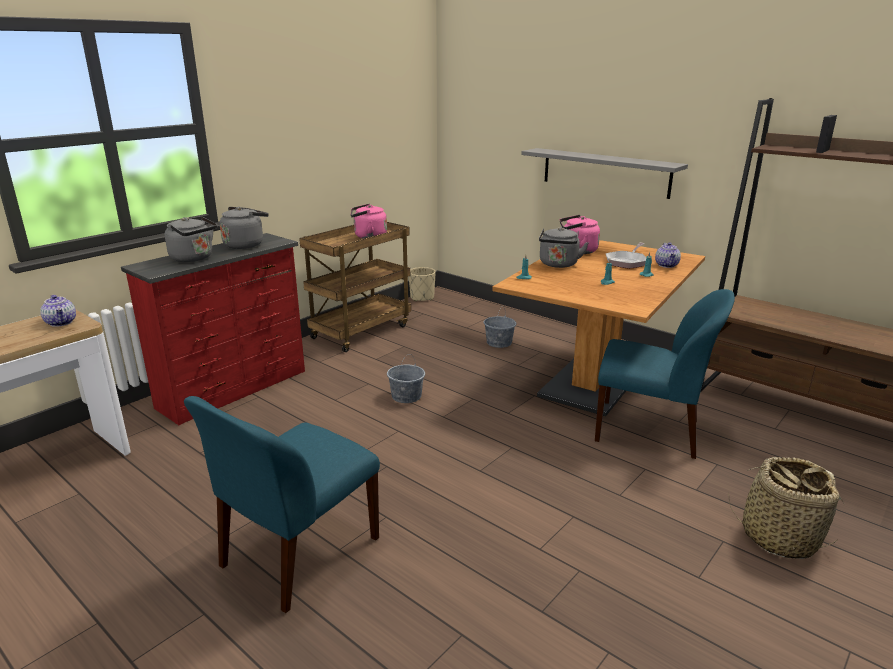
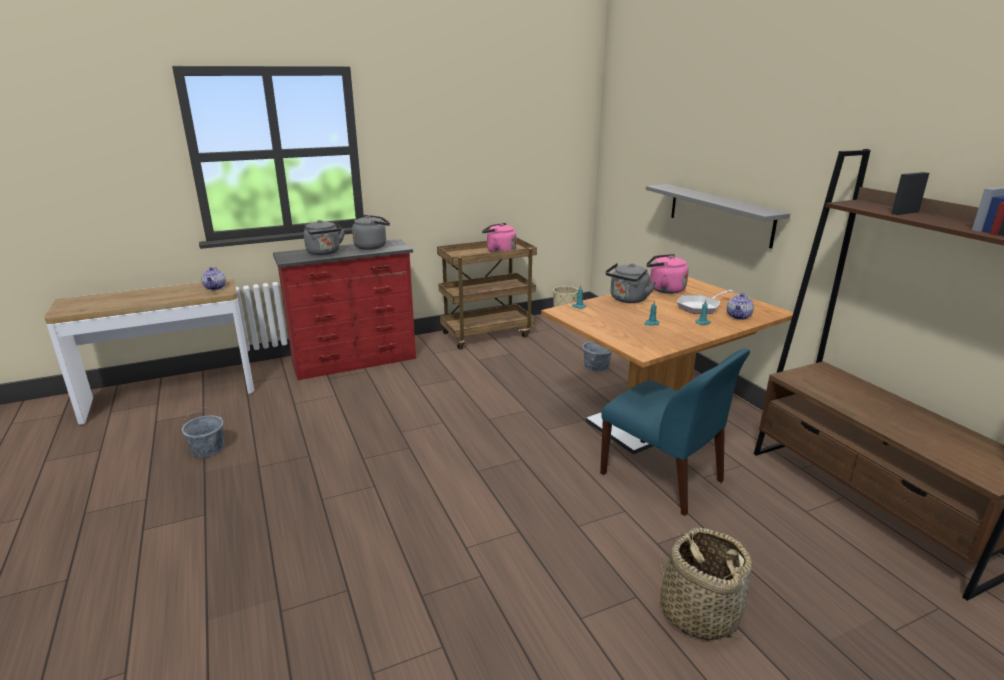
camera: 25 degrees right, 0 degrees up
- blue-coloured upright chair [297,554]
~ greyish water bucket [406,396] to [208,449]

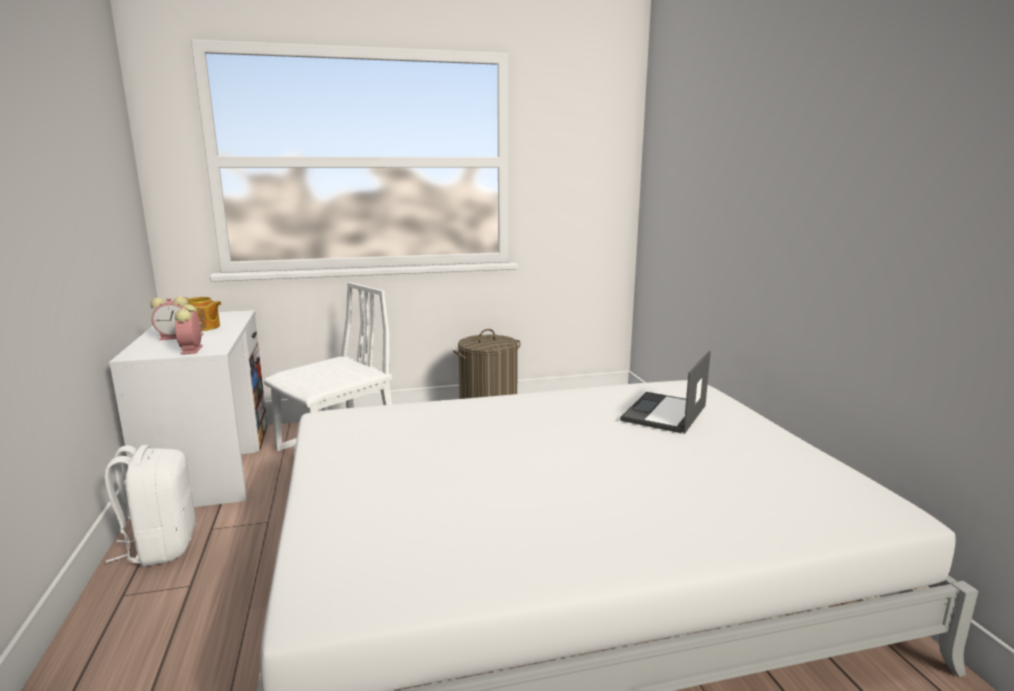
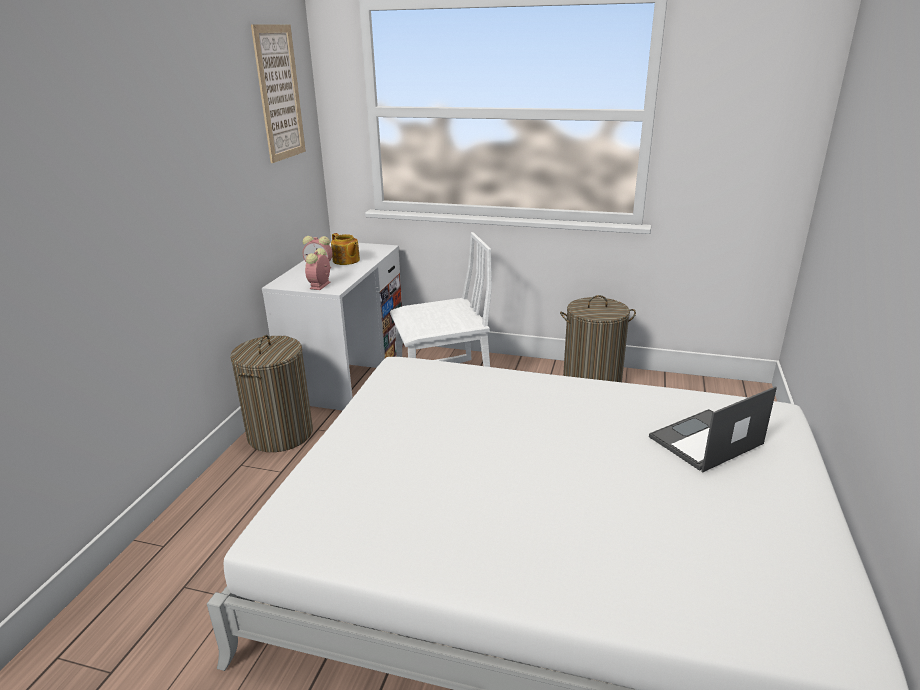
camera: 30 degrees right, 10 degrees up
+ wall art [279,93]
~ whitish rucksack [161,546] to washing basket [280,434]

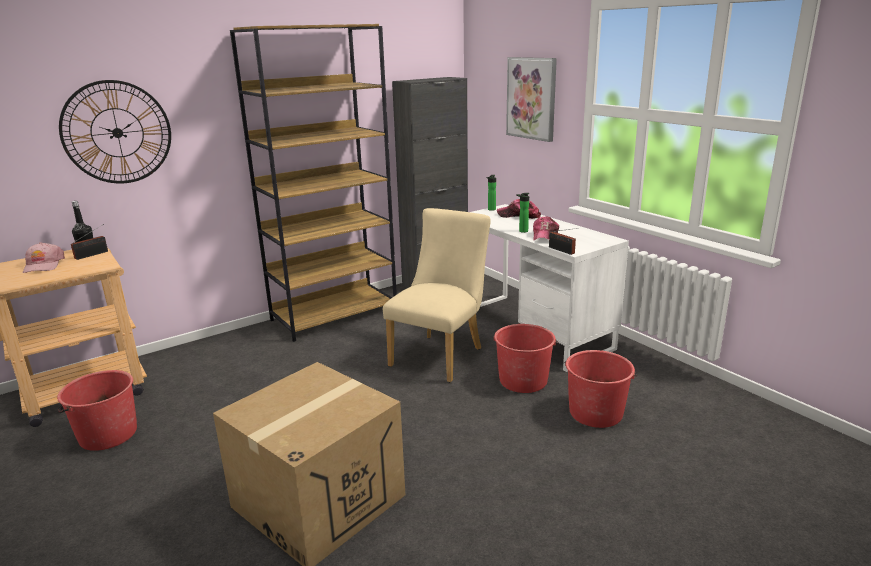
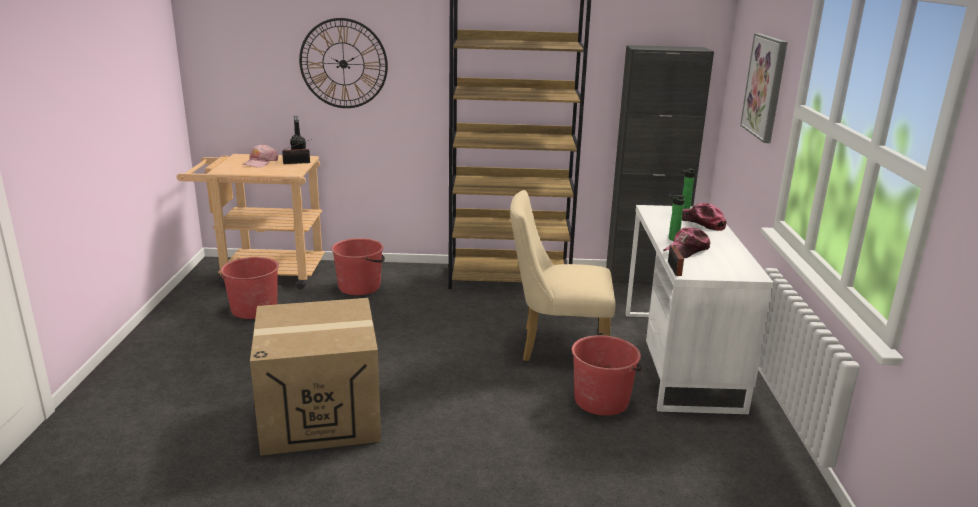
camera: 35 degrees right, 0 degrees up
~ reddish water bucket [595,412] to [360,286]
~ sand-coloured upright chair [441,354] = [556,346] 150 degrees counterclockwise

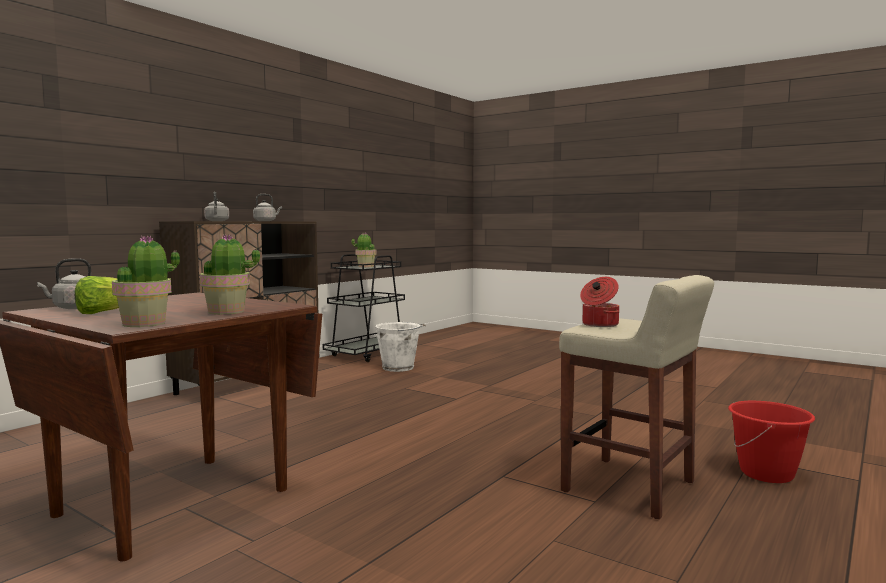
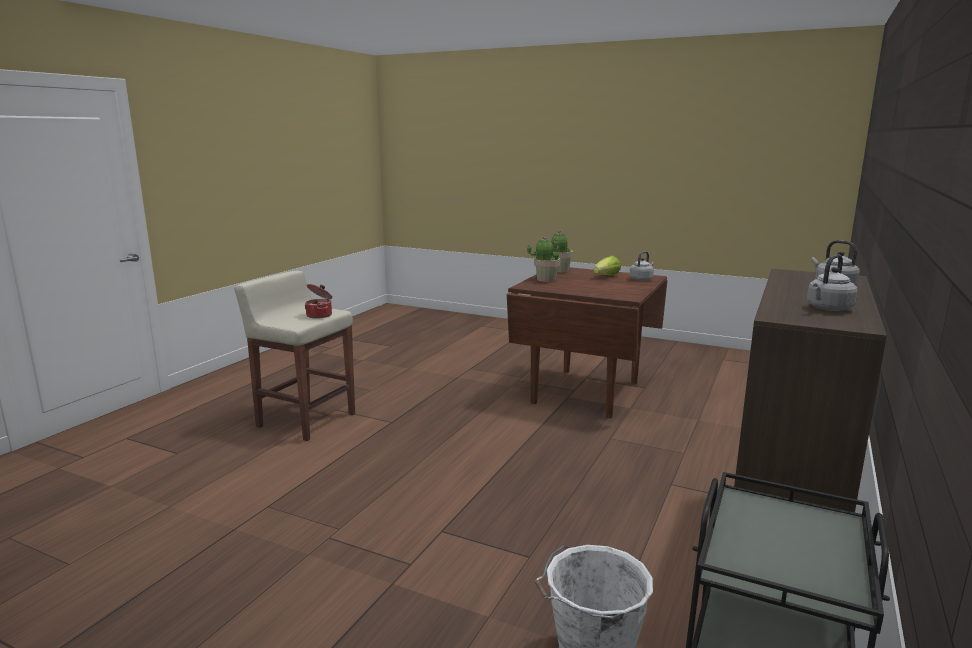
camera: 170 degrees right, 10 degrees up
- houseplant [365,266]
- reddish water bucket [767,474]

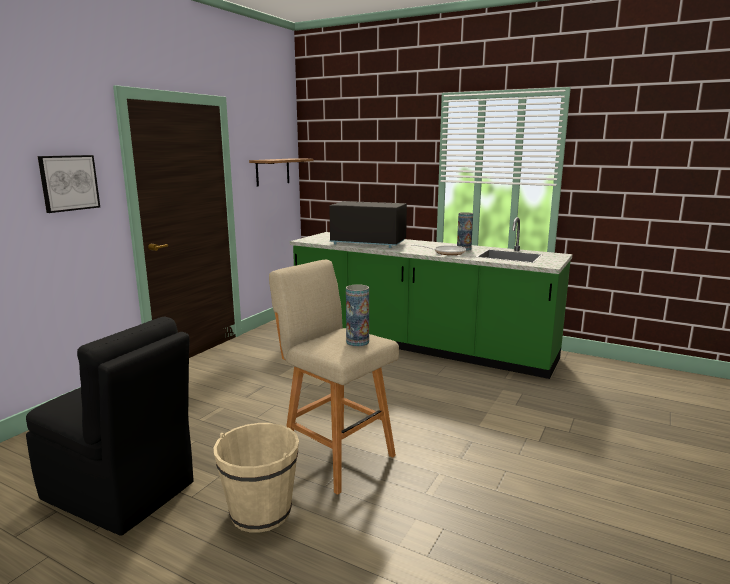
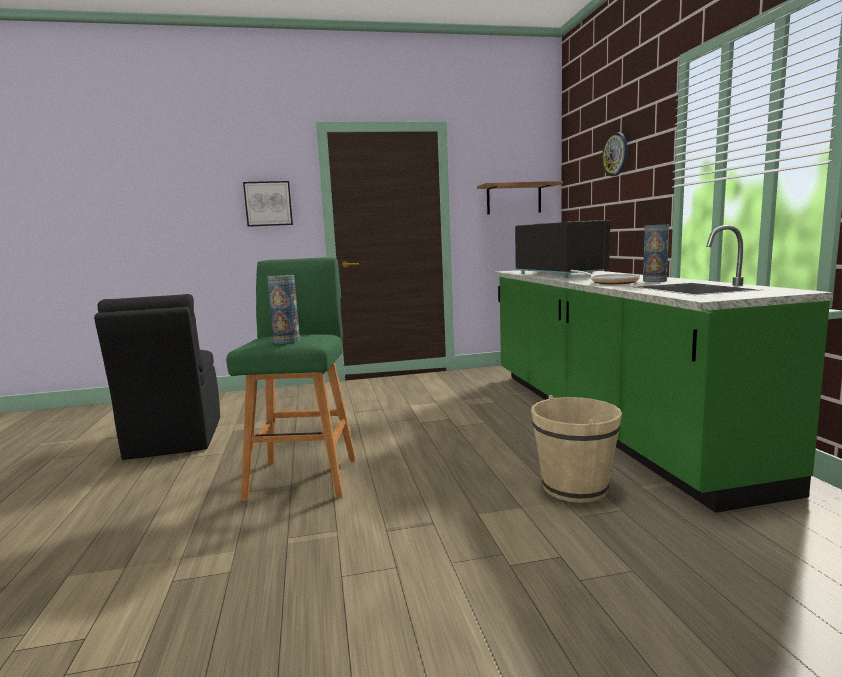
camera: 50 degrees right, 5 degrees down
+ wall clock [615,154]
~ sand-coloured water bucket [261,512] to [574,487]
~ sand-coloured stool [336,457] to greenish stool [304,476]

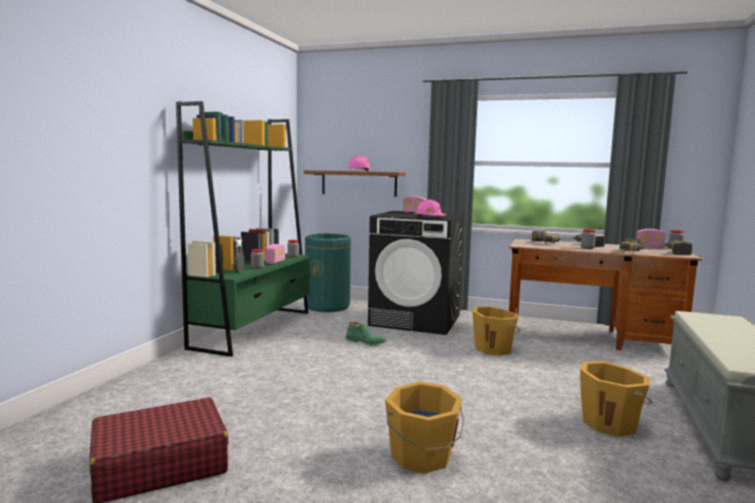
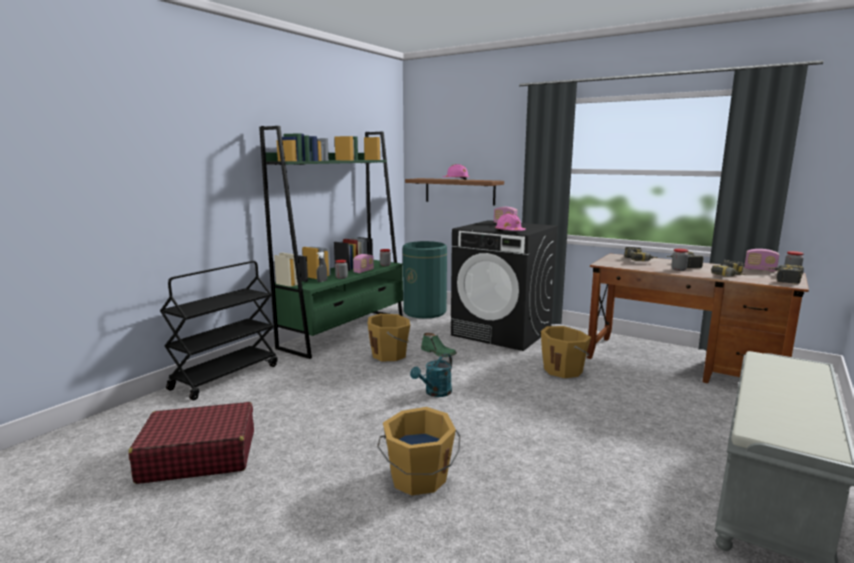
camera: 15 degrees right, 5 degrees up
+ black-coloured wheeled cart [225,376]
+ turquoise watering pot [435,393]
~ orangey water bucket [610,423] to [390,355]

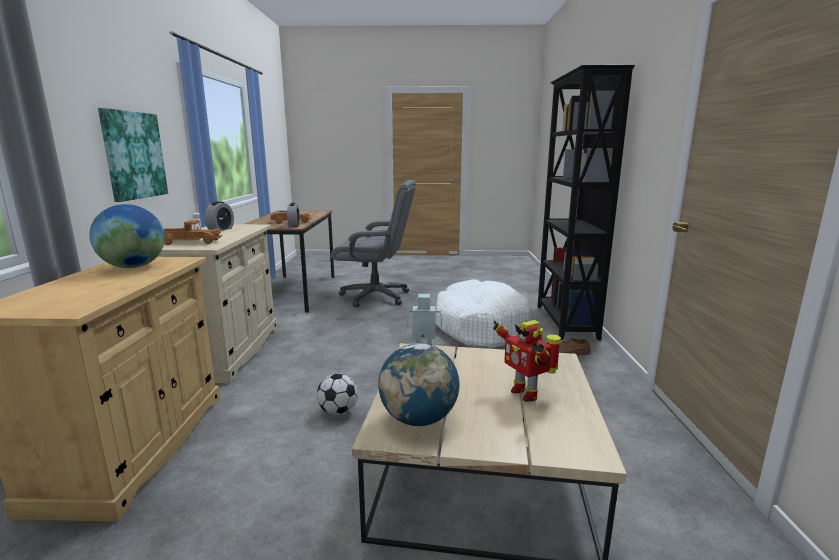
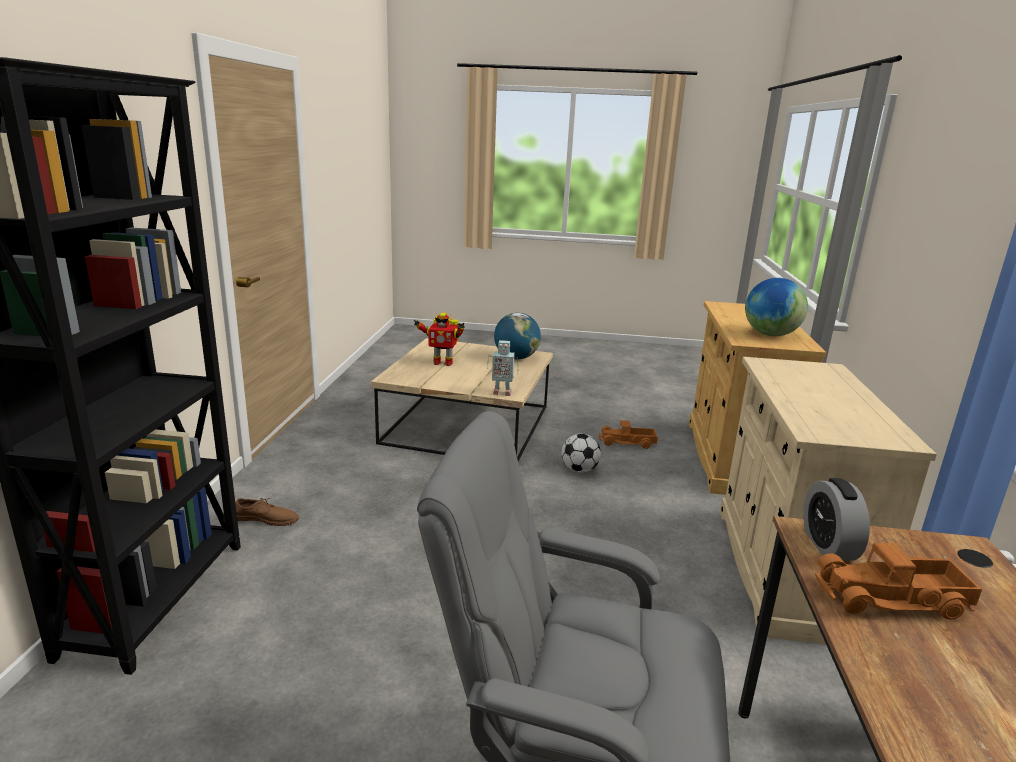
camera: 175 degrees left, 5 degrees up
- wall art [133,155]
- alarm clock [221,229]
- whitish dog cushion [480,326]
~ toy truck [190,242] to [627,443]
~ model robot [525,393] = [442,363] 120 degrees clockwise

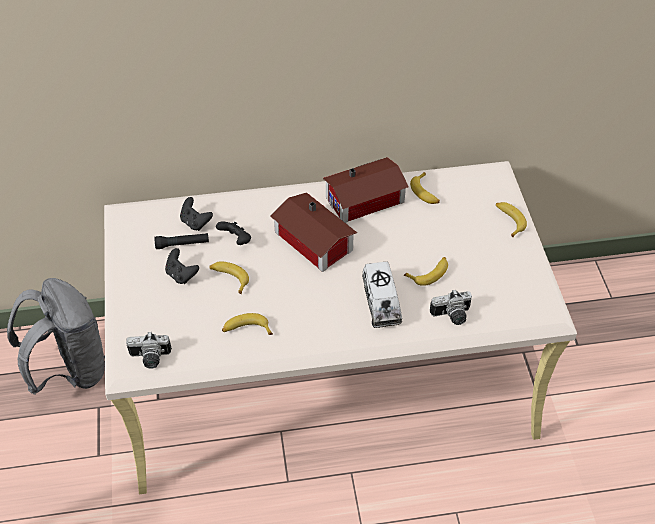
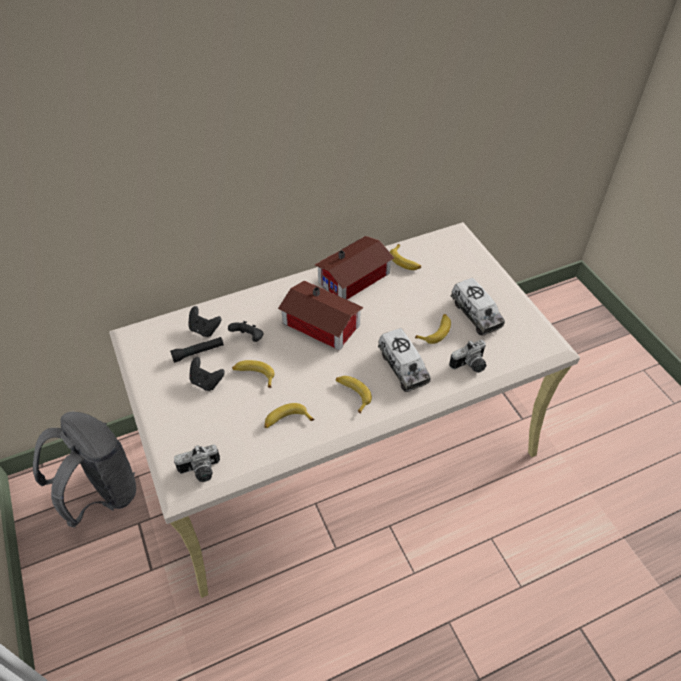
camera: 15 degrees left, 0 degrees up
+ toy truck [475,314]
~ whole banana [508,220] to [352,394]

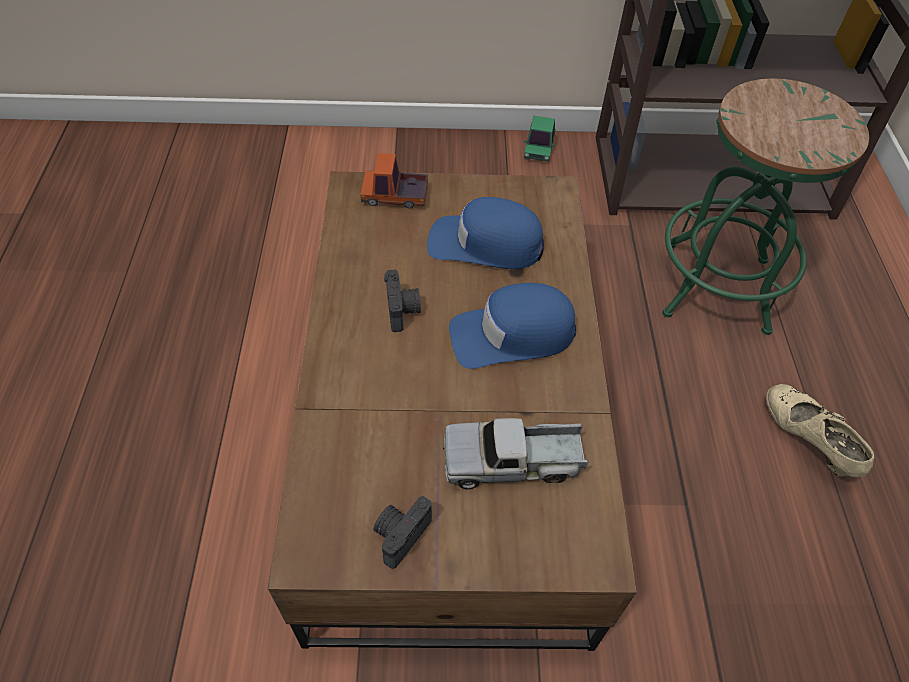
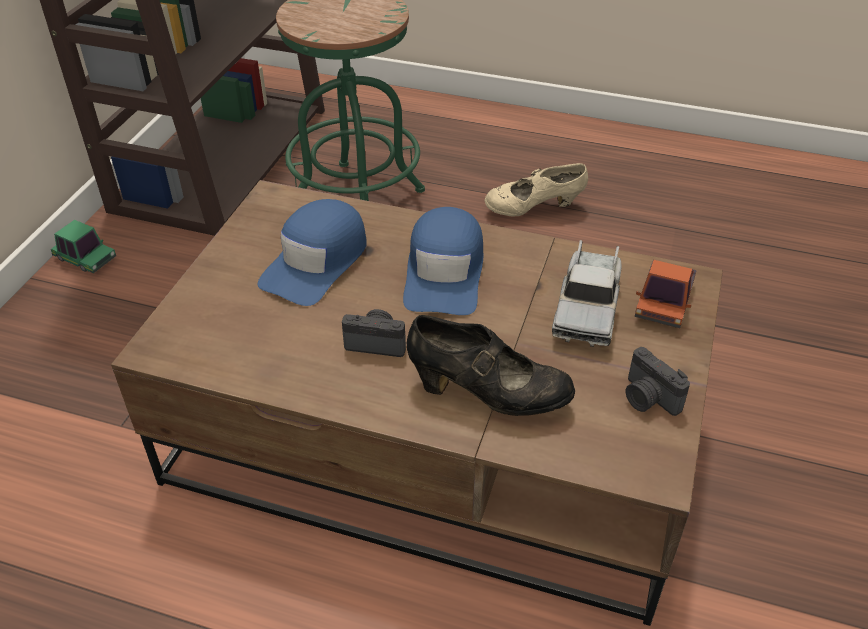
camera: 70 degrees left, 10 degrees down
+ black-coloured low shoe [488,395]
~ toy truck [395,195] to [663,302]

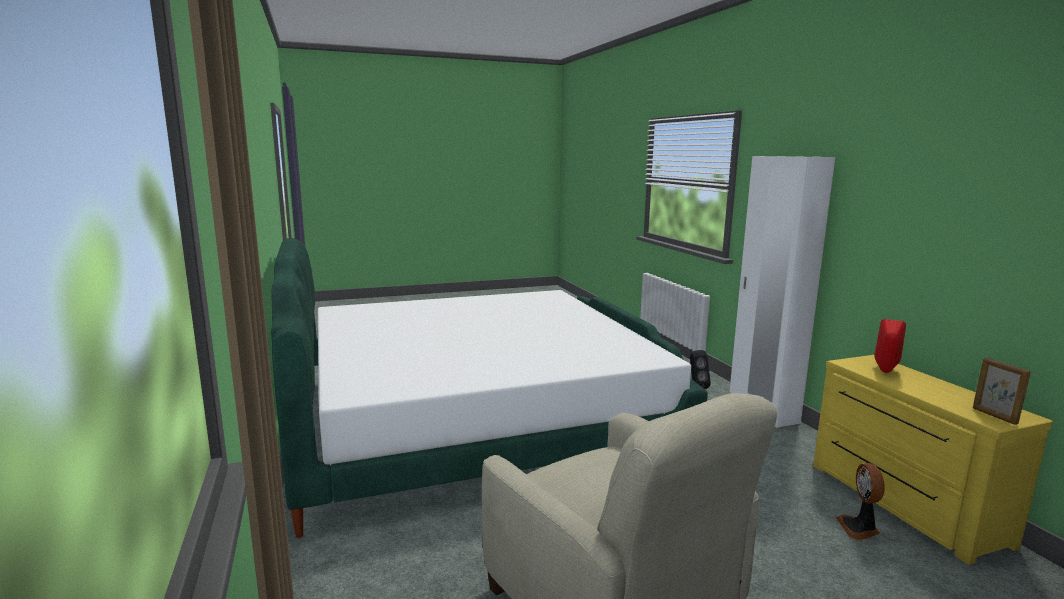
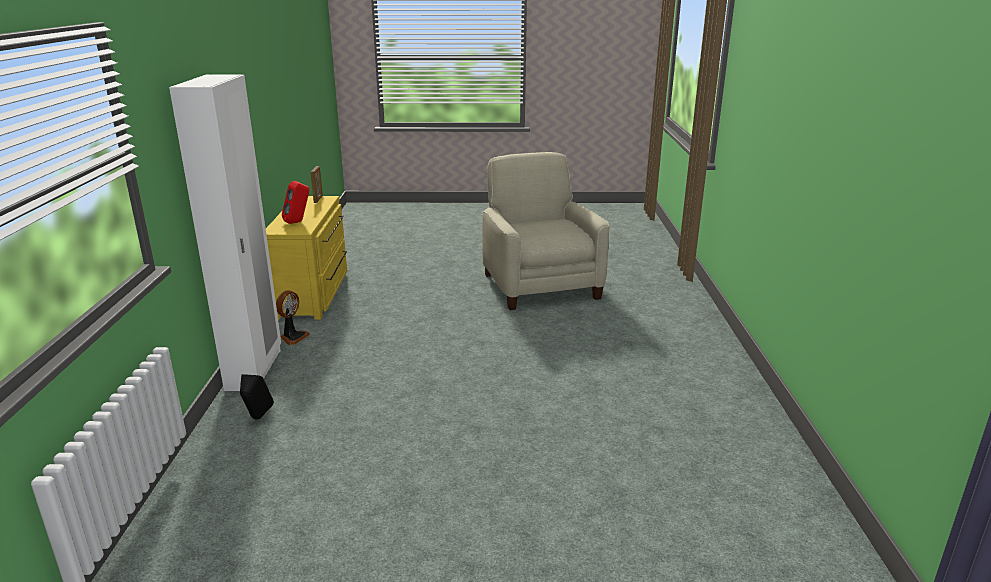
camera: 160 degrees left, 10 degrees up
- bed [474,417]
~ cooling fan [859,528] to [293,337]

